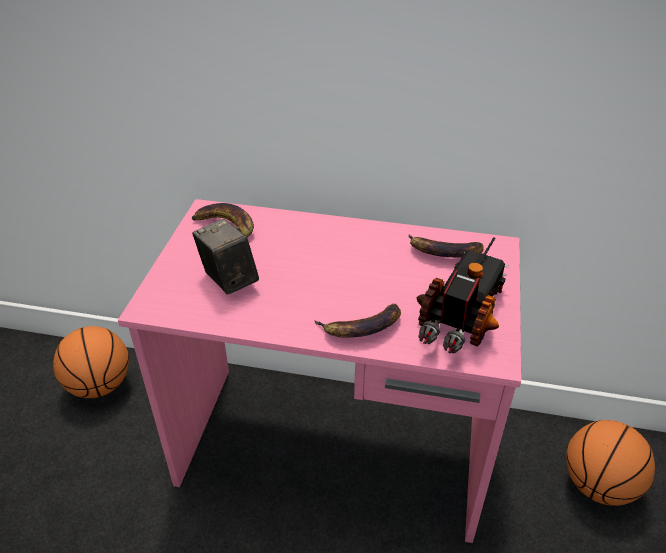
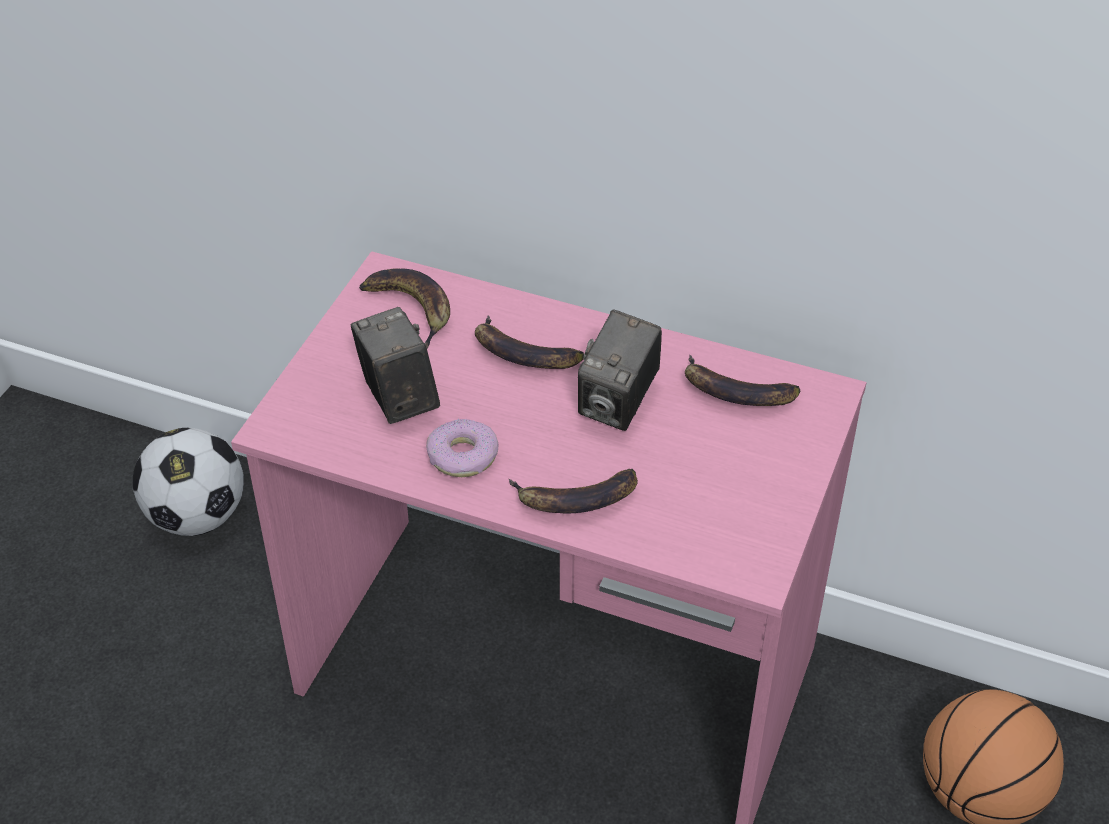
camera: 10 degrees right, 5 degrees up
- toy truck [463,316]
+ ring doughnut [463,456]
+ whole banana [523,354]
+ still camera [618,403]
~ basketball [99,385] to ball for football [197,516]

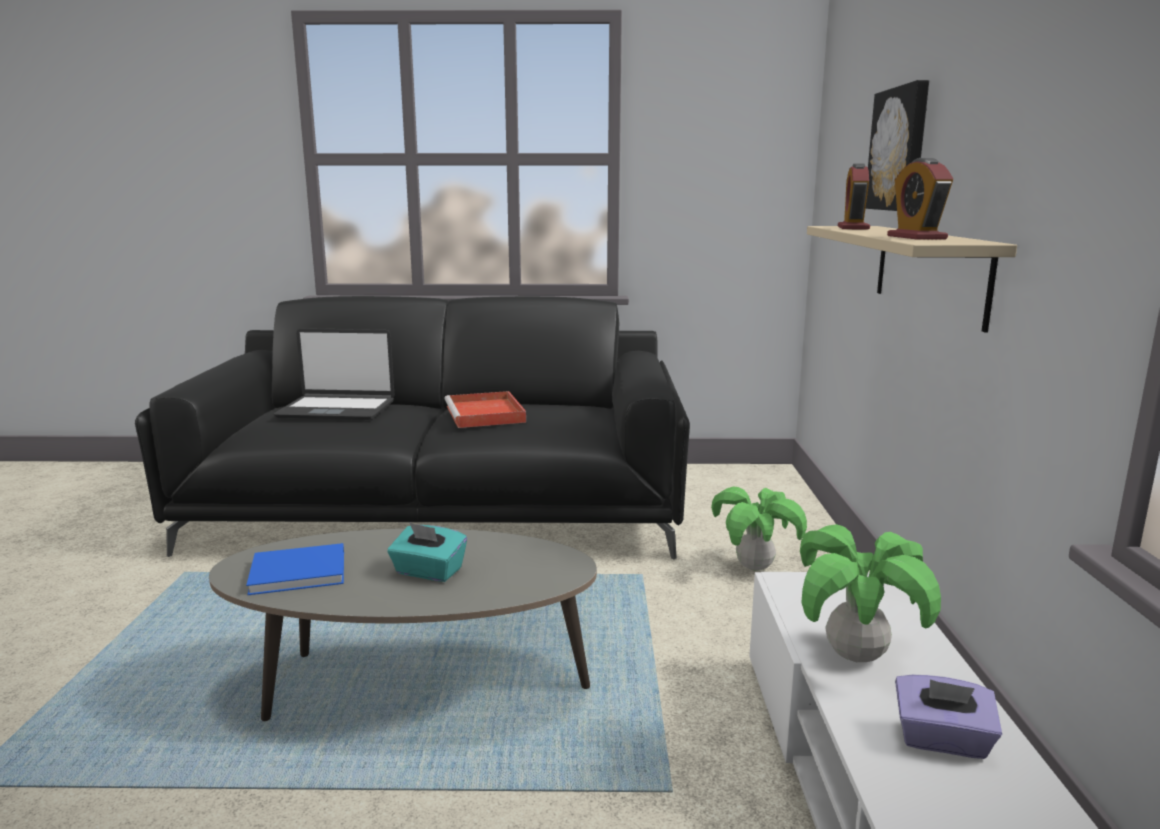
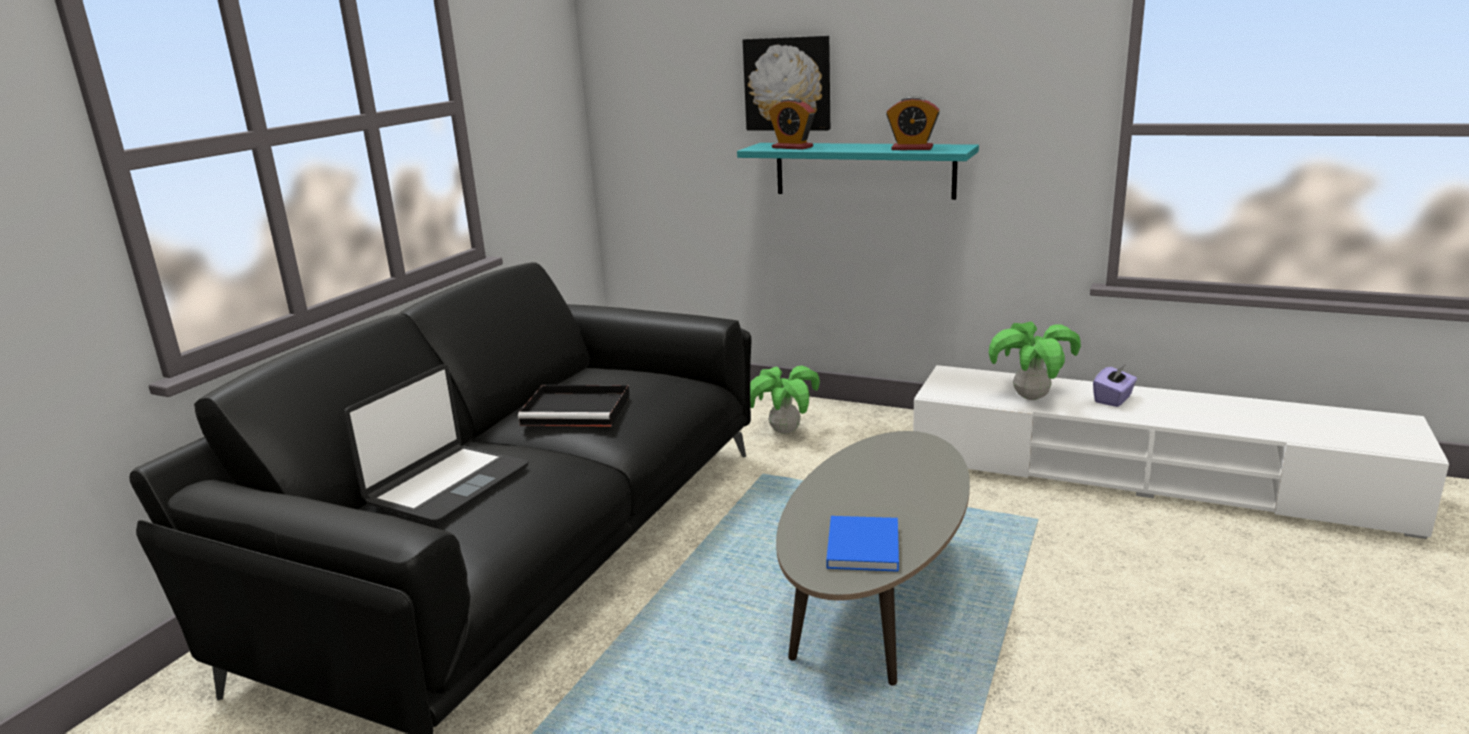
camera: 65 degrees left, 5 degrees up
- turquoise box of tissues [428,572]
~ reddish carrying tray [486,414] to black-coloured carrying tray [578,410]
~ sand-coloured shelf [929,272] to turquoise shelf [863,170]

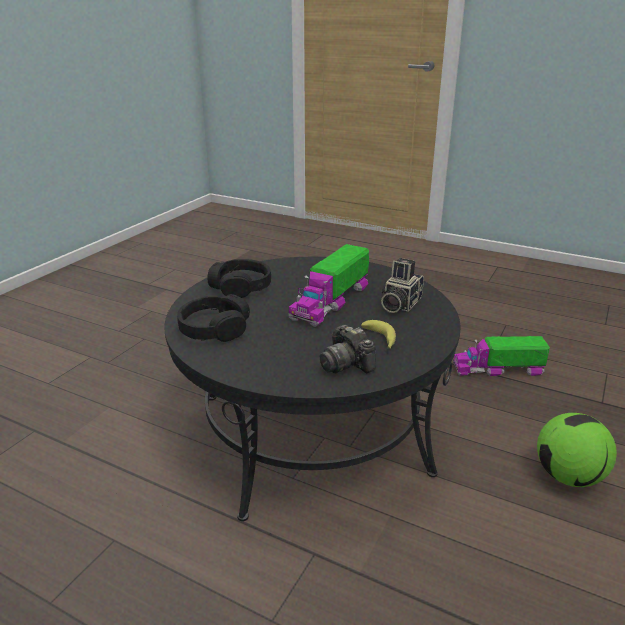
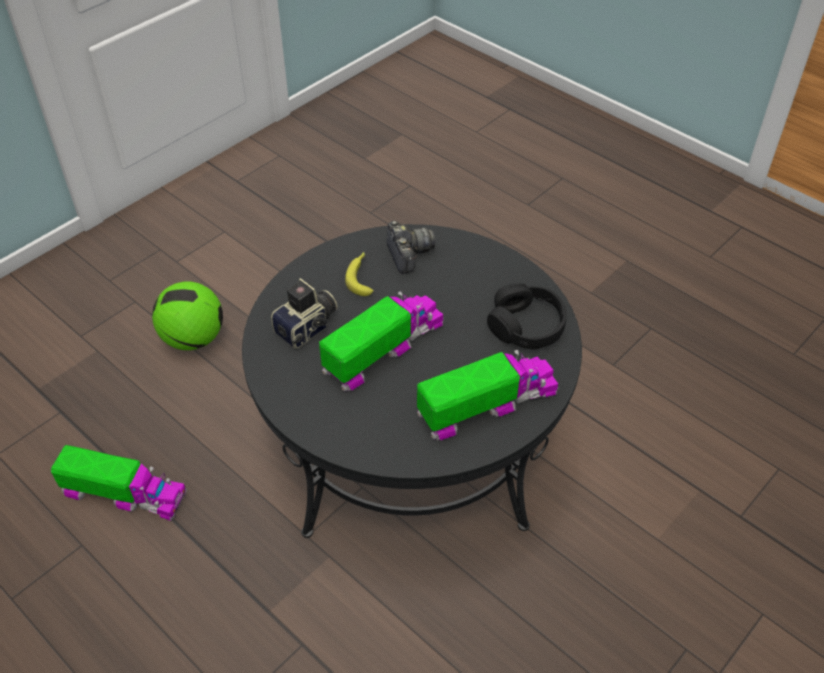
camera: 165 degrees left, 20 degrees up
~ black-coloured pair of headphones [241,286] to toy truck [486,404]

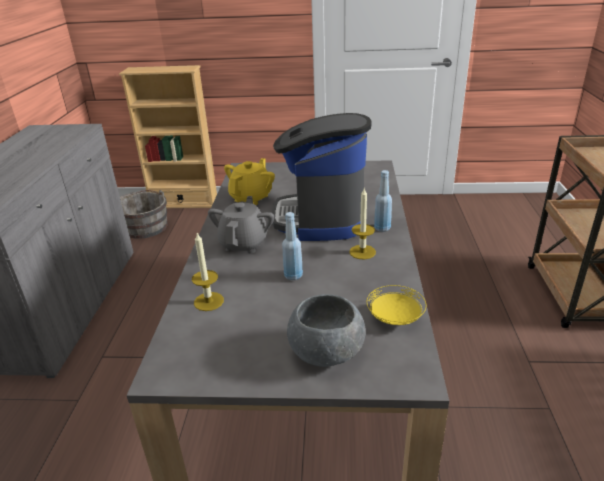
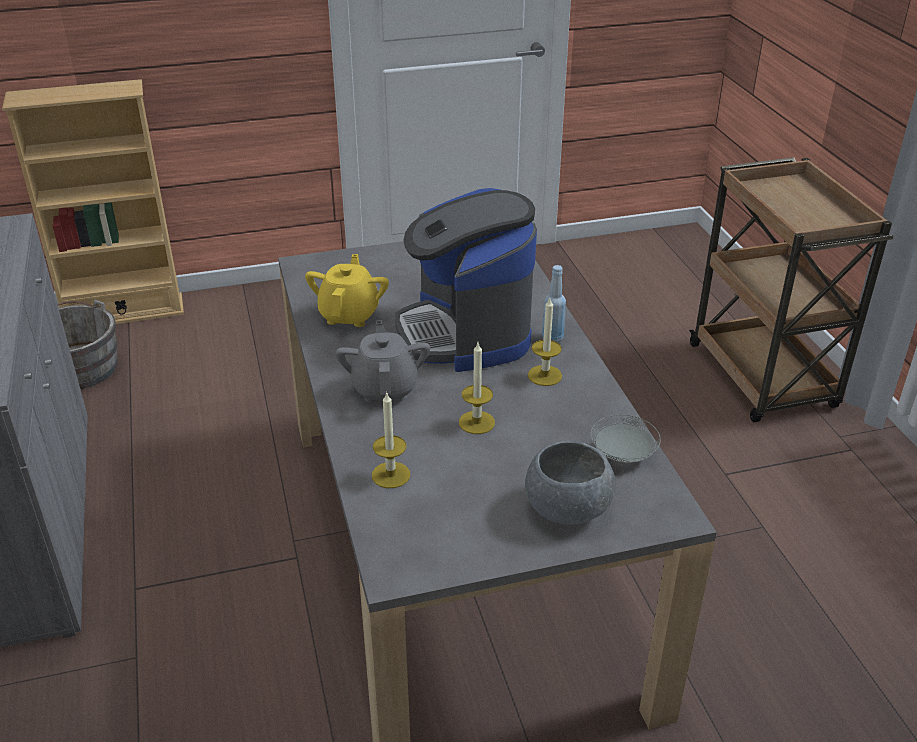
camera: 20 degrees left, 5 degrees up
~ blue-coloured drink bottle [293,276] to wax candle [476,422]
~ yellow dinner plate [395,317] to greyish dinner plate [623,453]

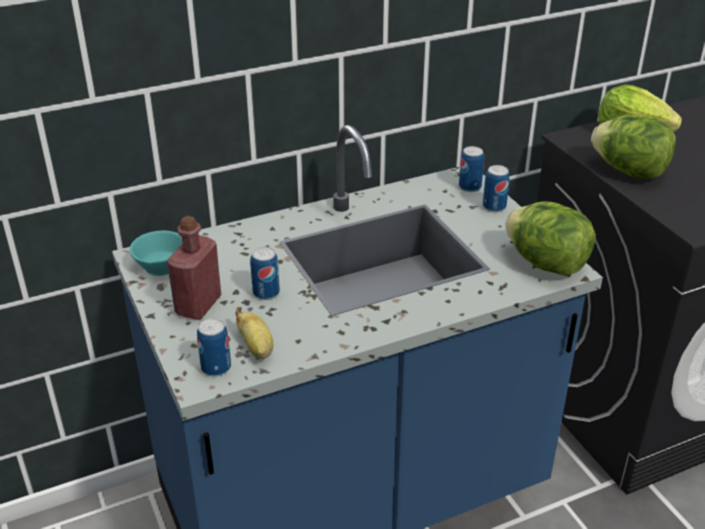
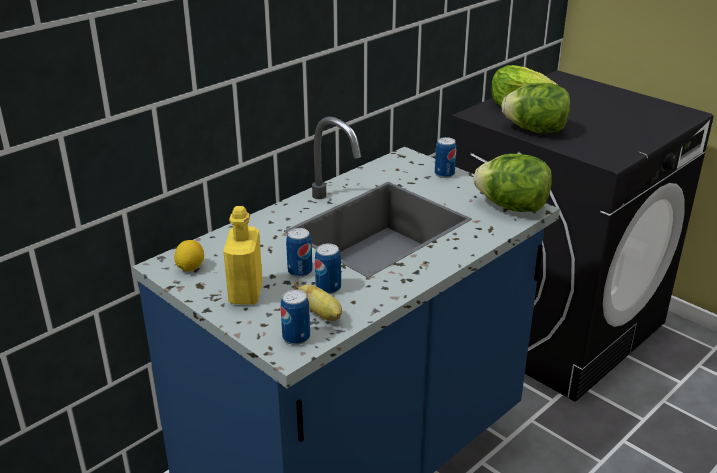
camera: 20 degrees left, 5 degrees down
~ can [470,187] to [328,288]
~ turquoise small cup [163,264] to citrus fruit [190,267]
~ reddish drink bottle [198,305] to yellow drink bottle [246,293]

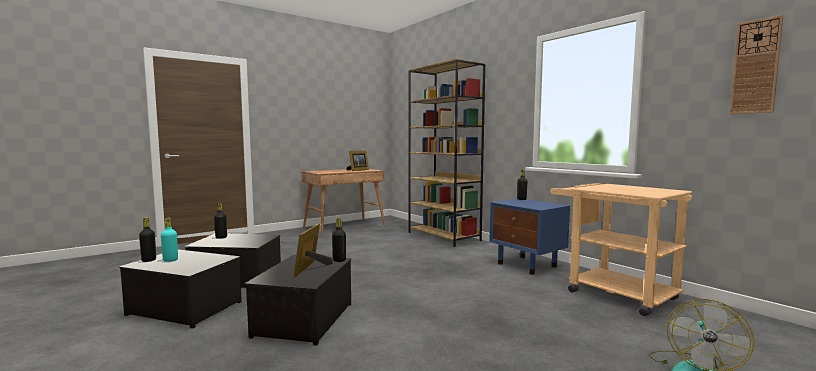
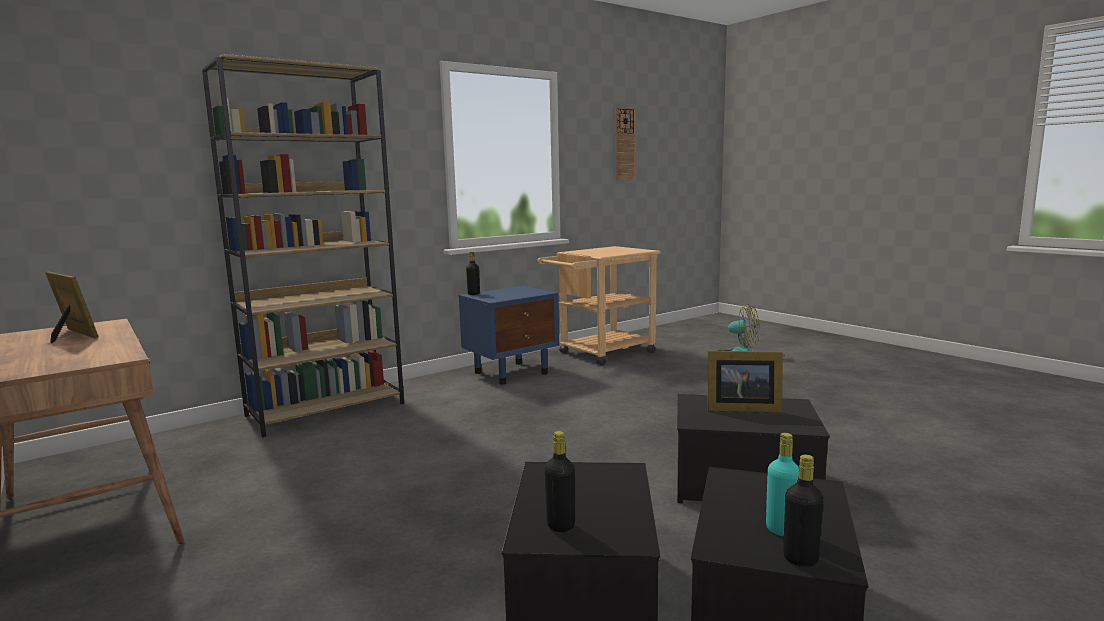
camera: 90 degrees left, 5 degrees up
- black-coloured drink bottle [339,260]

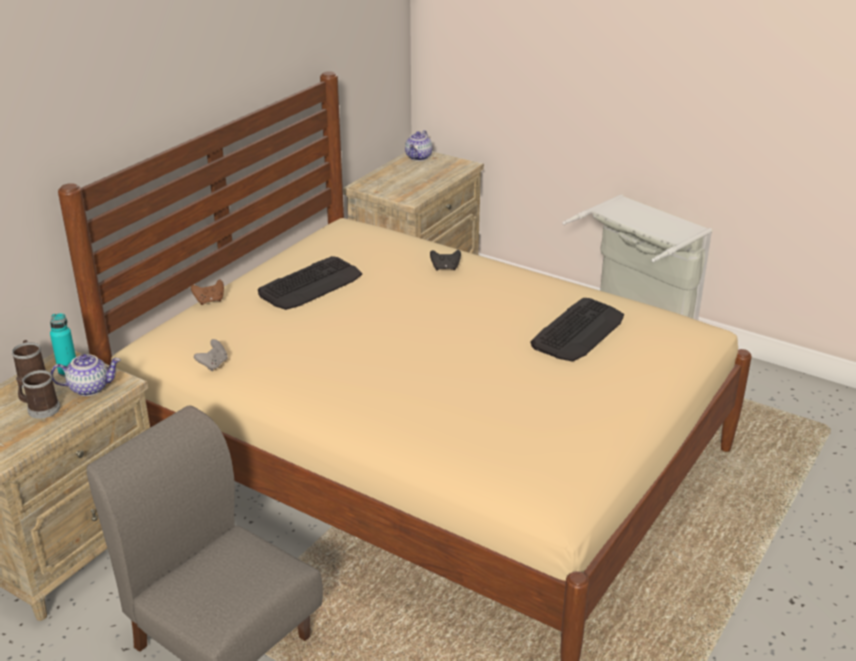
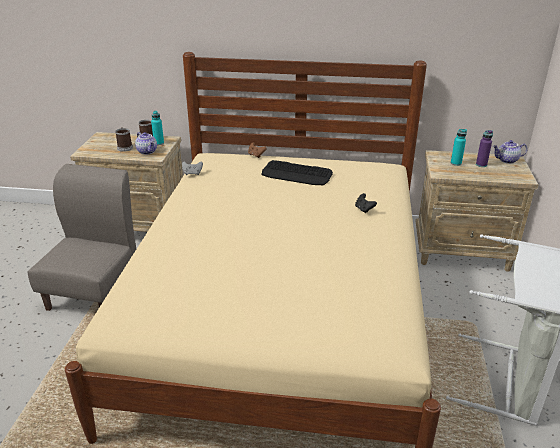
camera: 65 degrees right, 0 degrees up
- computer keyboard [578,331]
+ turquoise drink bottle [456,163]
+ purple-coloured drink bottle [481,165]

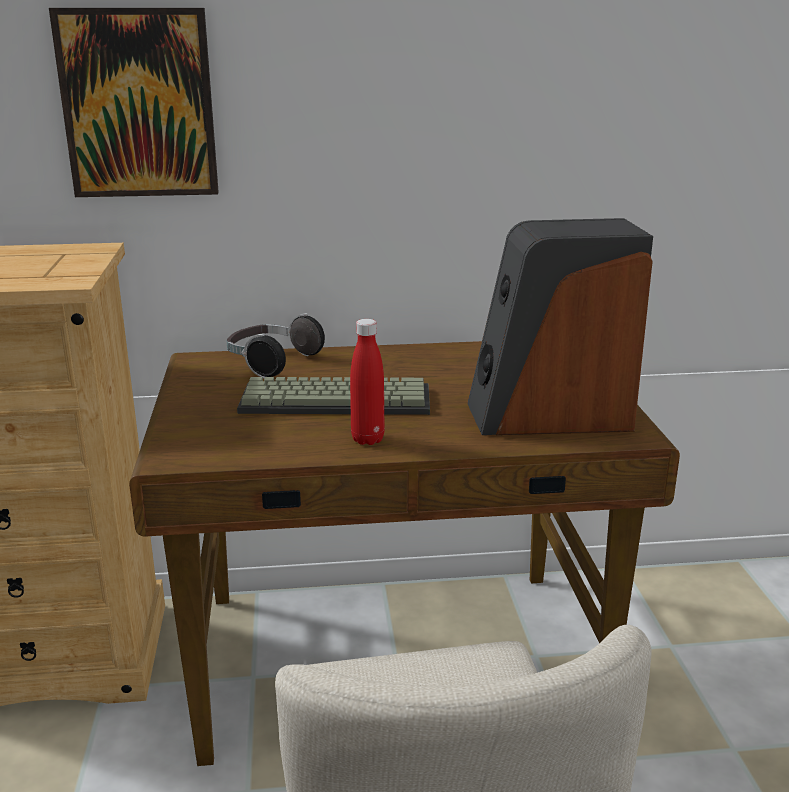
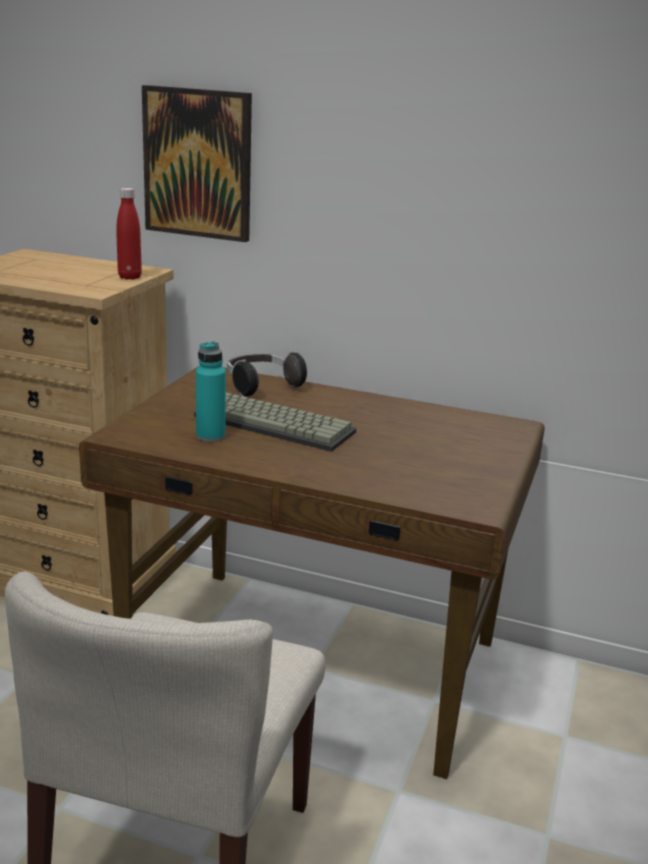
camera: 25 degrees right, 0 degrees up
- loudspeaker [549,415]
+ turquoise drink bottle [210,436]
~ reddish drink bottle [367,439] to [129,277]

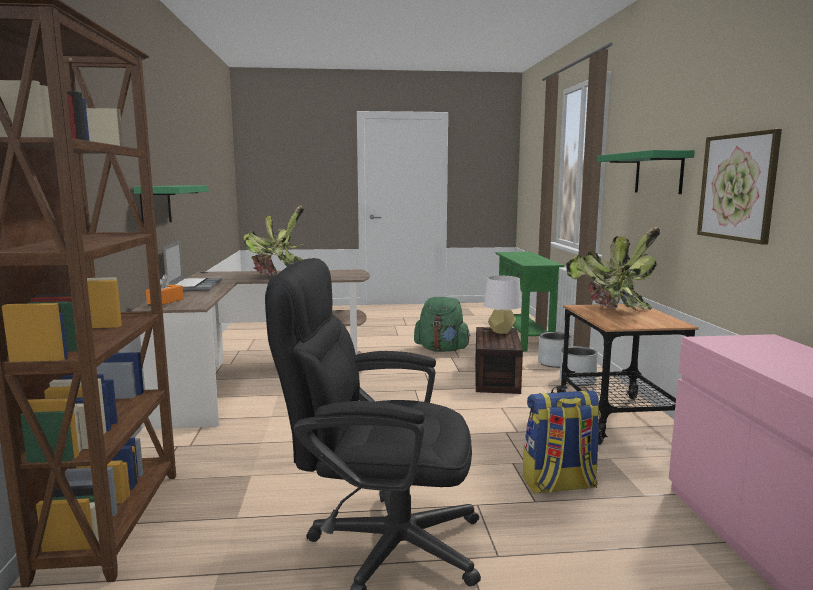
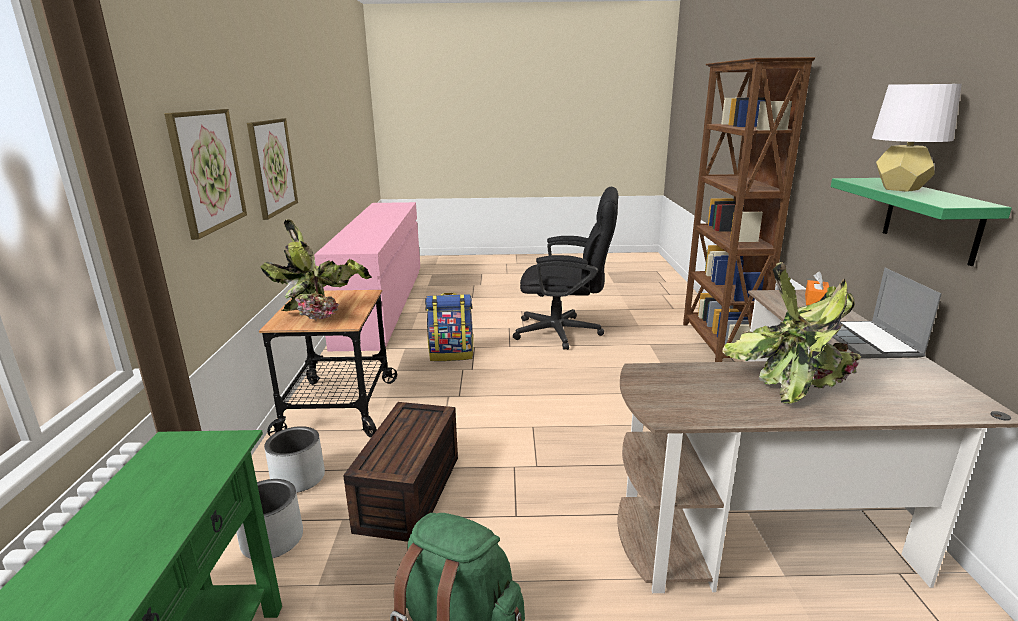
camera: 175 degrees left, 10 degrees up
~ whitish table lamp [501,331] to [899,189]
~ greenish shelf [658,173] to wall art [207,170]

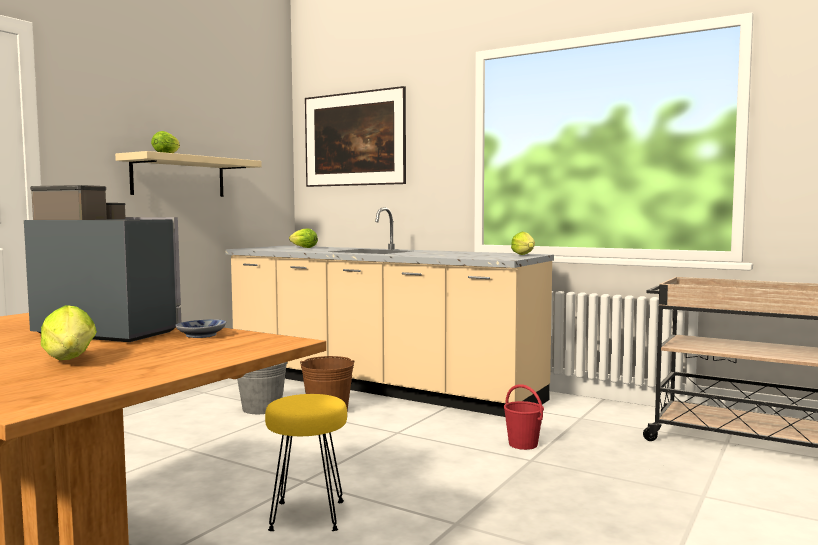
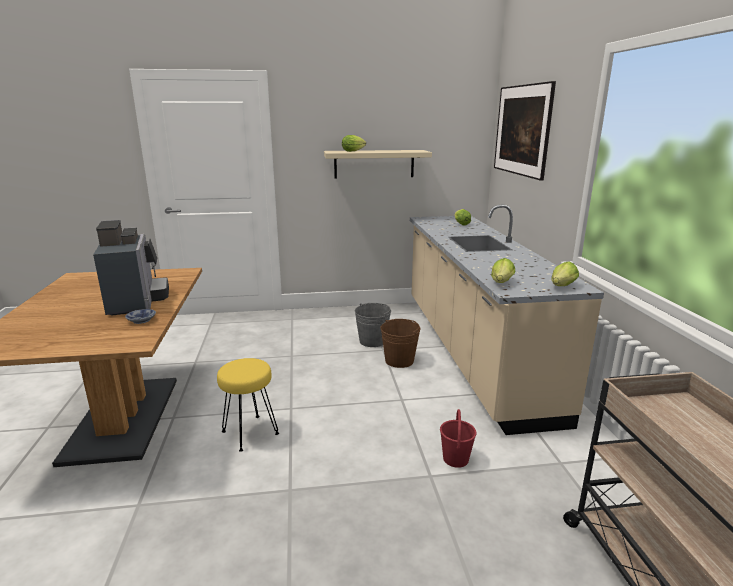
camera: 50 degrees right, 15 degrees up
~ lettuce head [70,361] to [501,283]

